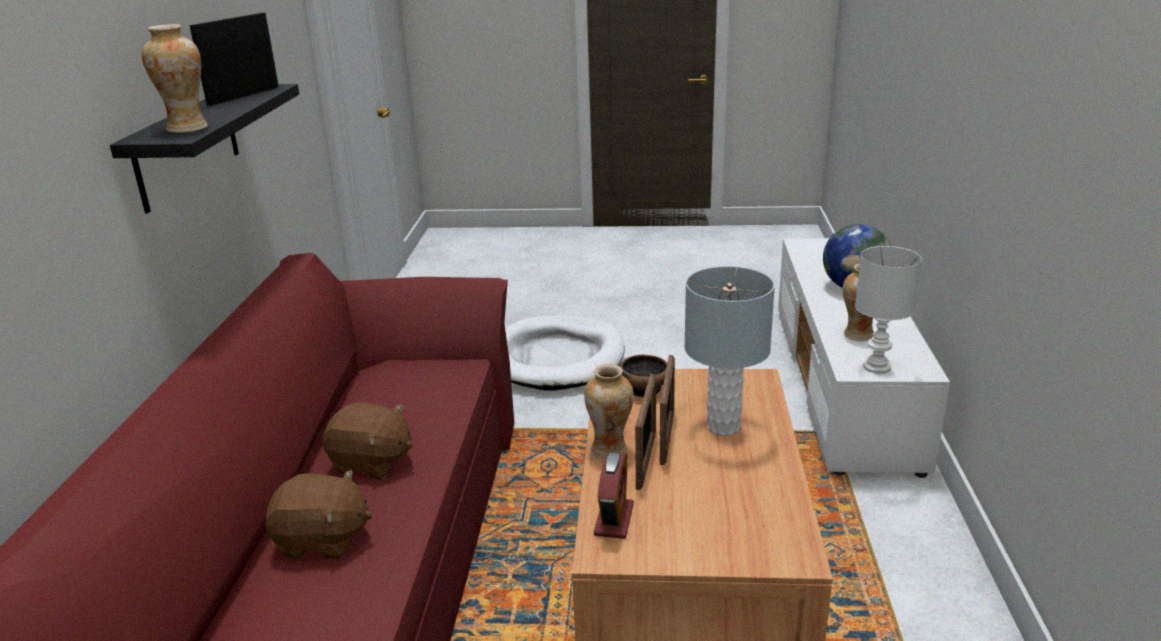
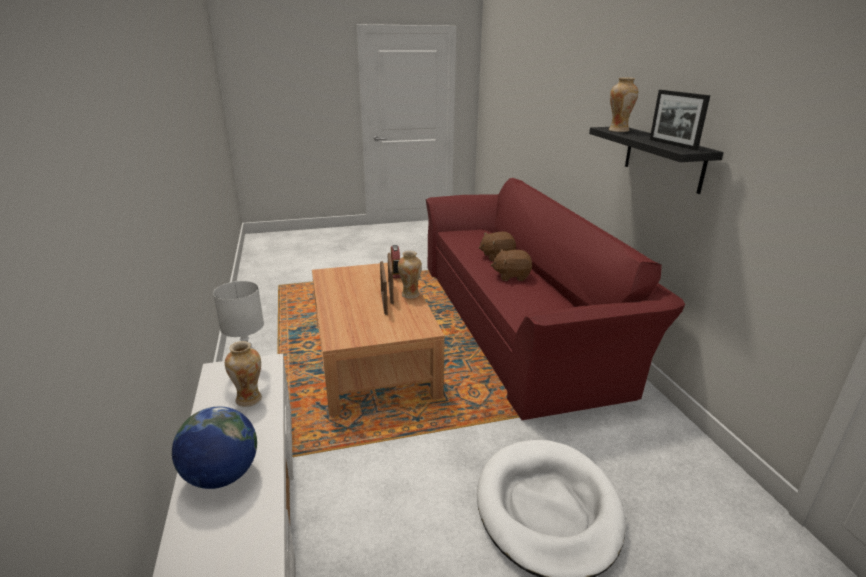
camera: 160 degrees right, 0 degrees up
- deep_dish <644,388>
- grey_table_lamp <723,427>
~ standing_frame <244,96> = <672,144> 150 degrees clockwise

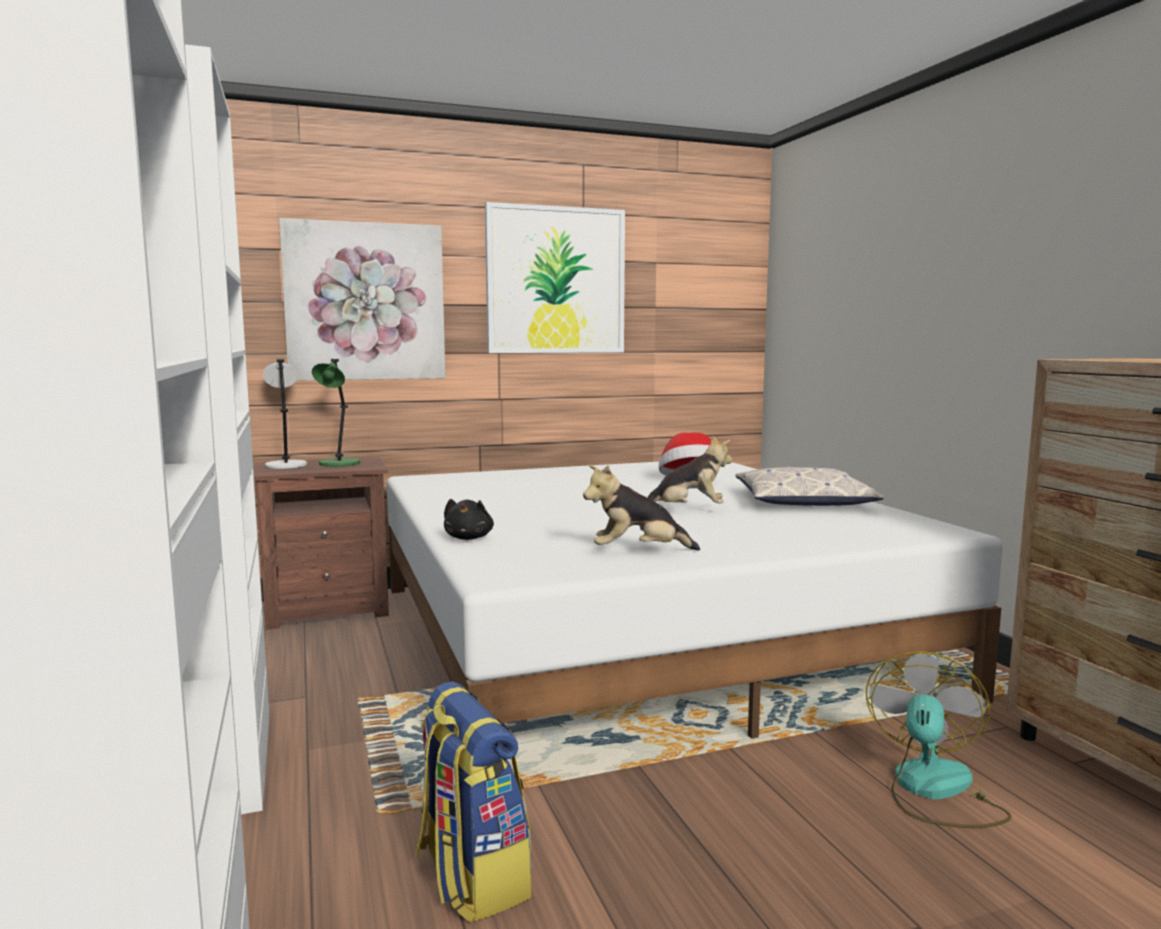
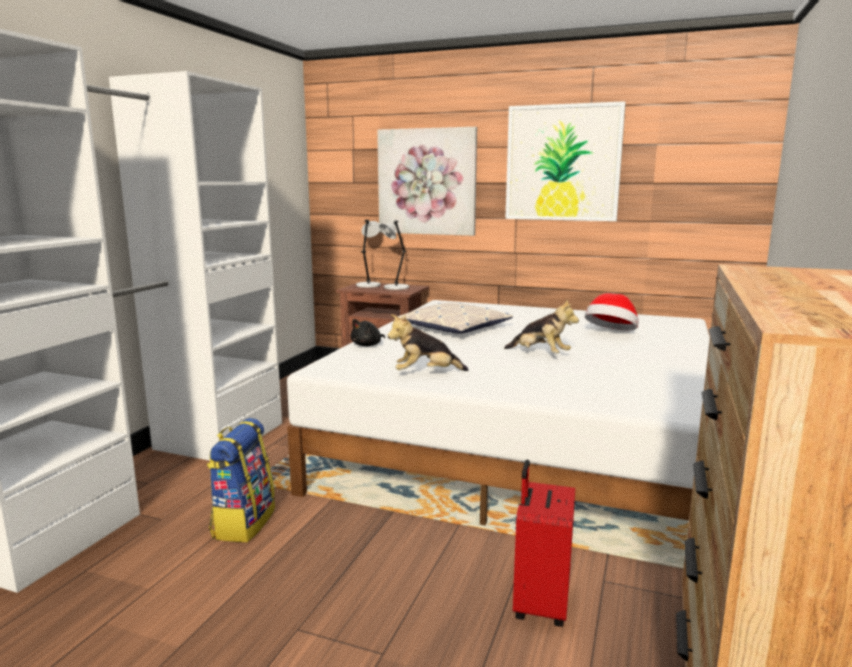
camera: 40 degrees right, 5 degrees up
~ throw_pillow <803,501> to <455,328>
~ electric_fan <933,790> to reddish_travel_case <539,604>
~ green-coloured_table_lamp <338,464> to grey_table_lamp <395,287>
~ plush_toy <638,552> = <426,373> 45 degrees counterclockwise

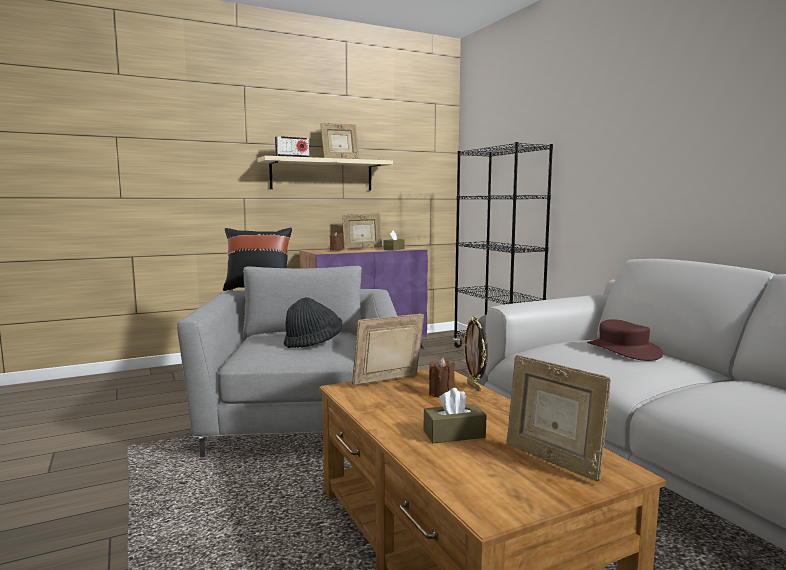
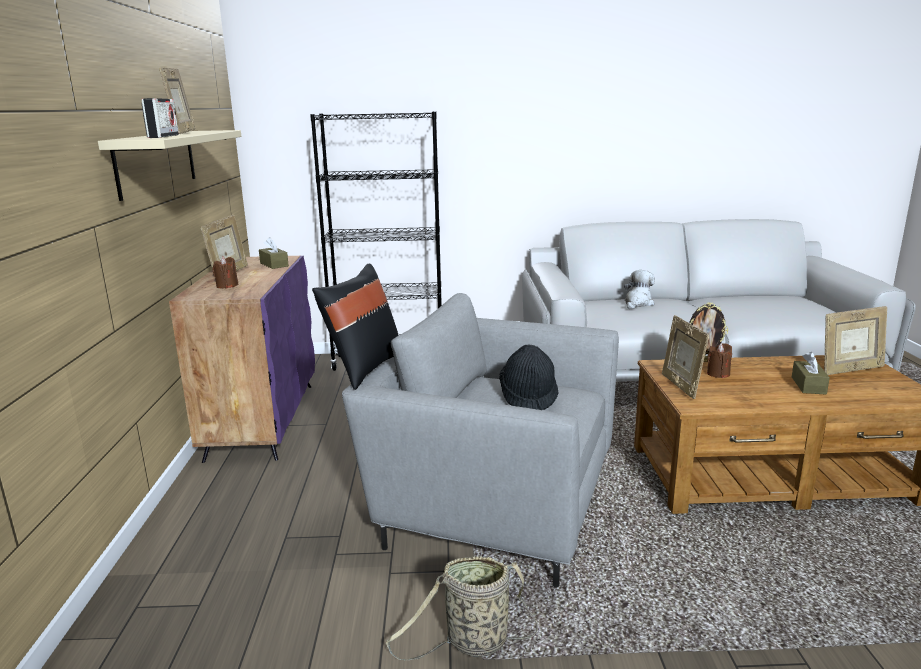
camera: 65 degrees left, 10 degrees up
+ storage_basket <472,643>
~ brown_hat <623,350> to plush_toy <637,303>

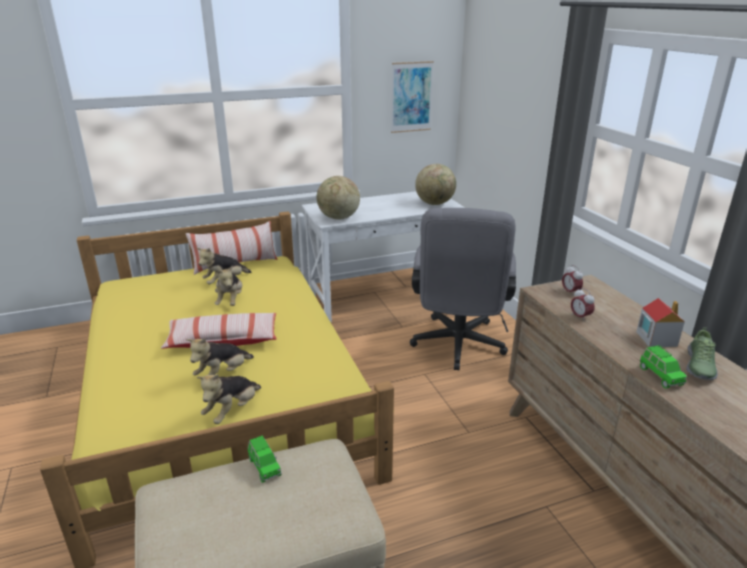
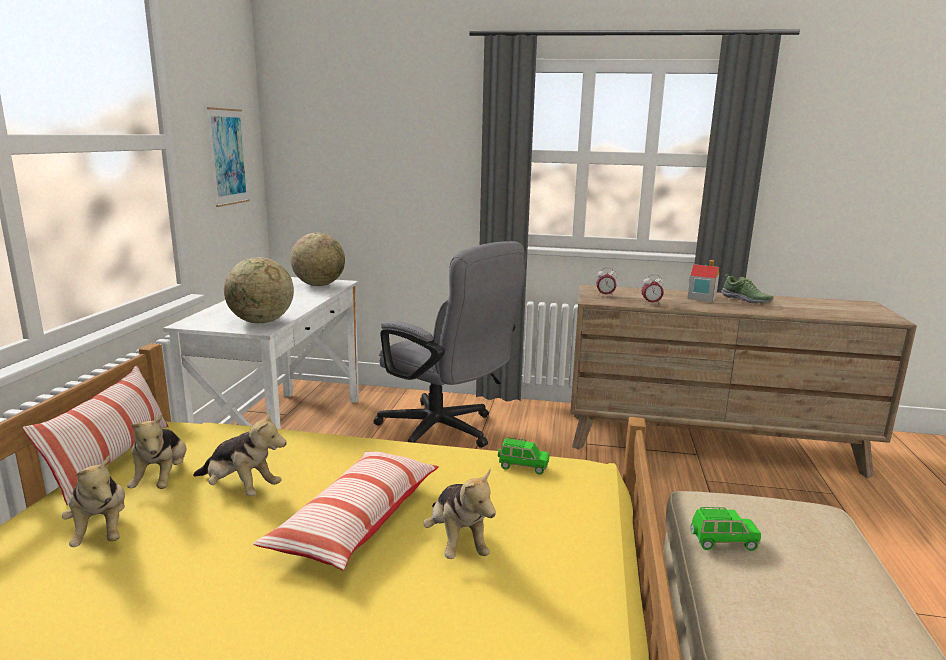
camera: 60 degrees left, 10 degrees down
~ plush_toy <232,411> to <101,531>
~ green-coloured_toy_car <660,376> to <522,466>

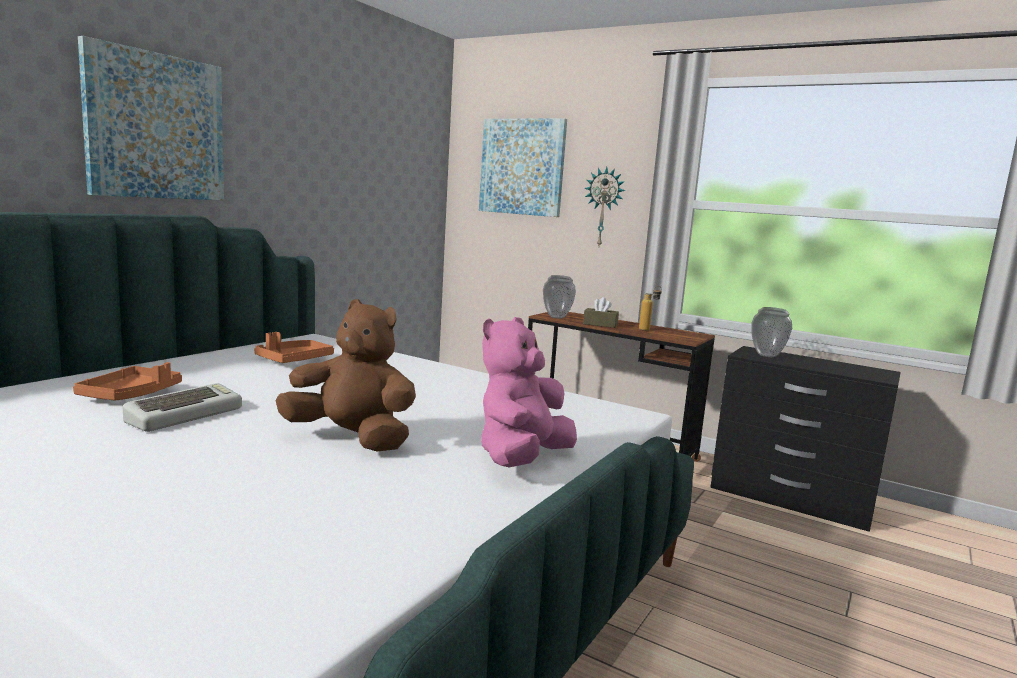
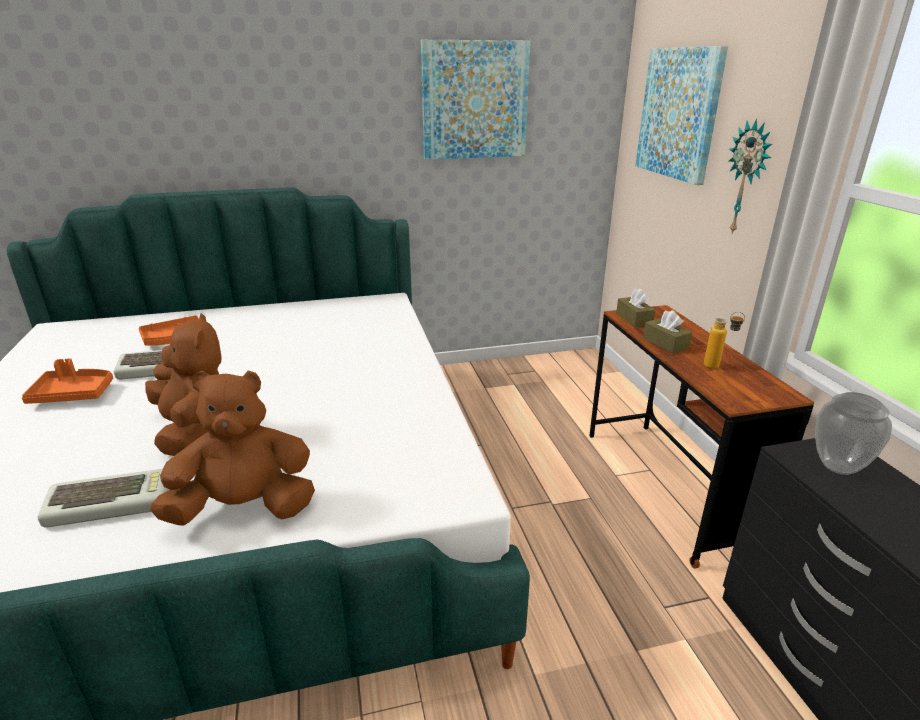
camera: 45 degrees right, 15 degrees up
+ computer_keyboard <113,503>
~ wall_picture <155,126> to <474,100>
~ orangey_serving_tray <294,360> to <73,394>
~ vase <556,317> to brown_box_of_tissues <634,319>
~ pink-coloured_plush_toy <521,458> to brown_plush_toy <245,508>

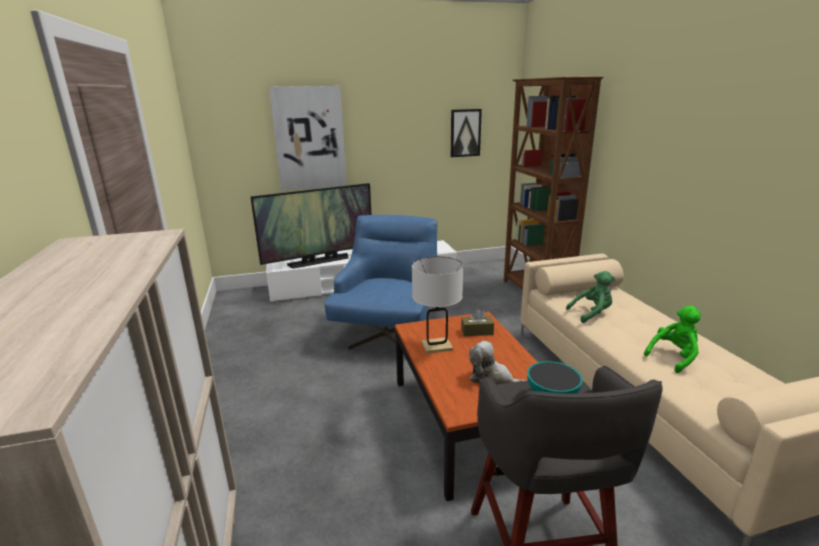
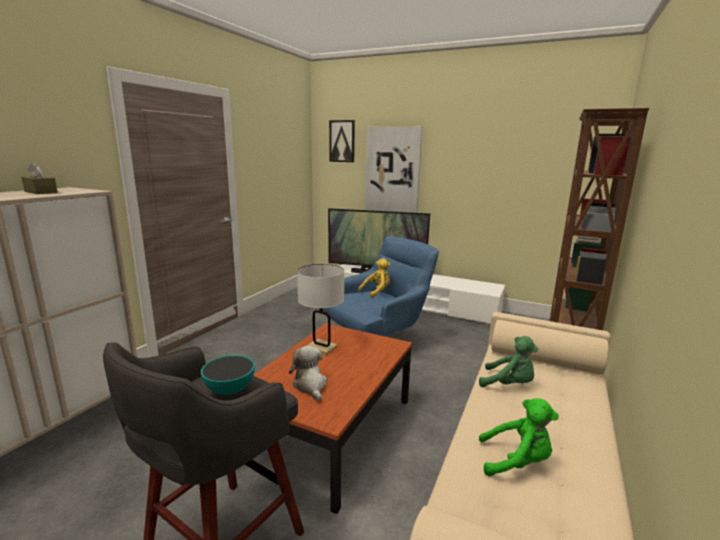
camera: 40 degrees right, 5 degrees down
+ yellow_plush_toy <377,292>
~ wall_picture <465,133> to <342,141>
~ brown_box_of_tissues <477,331> to <41,192>

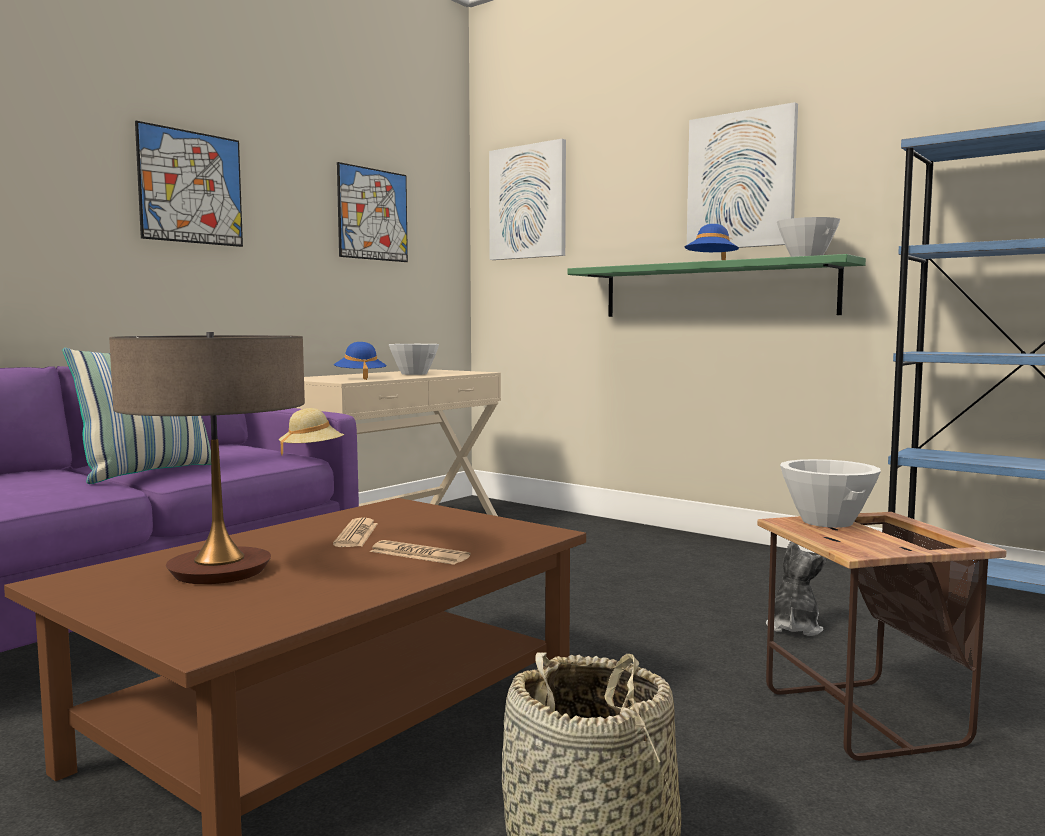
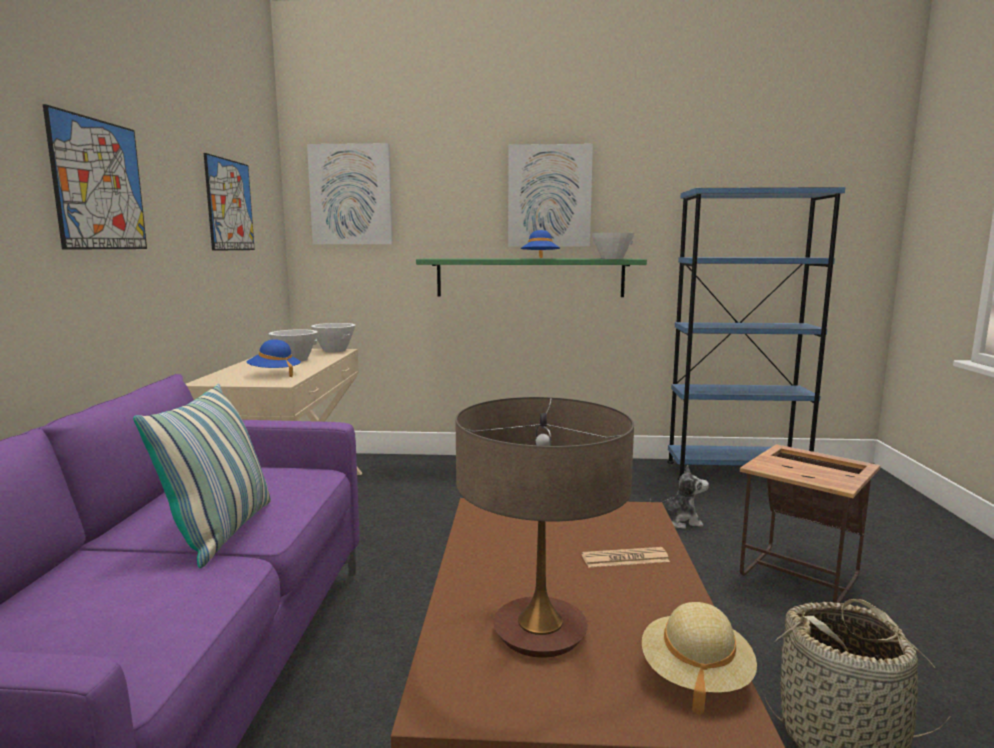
camera: 35 degrees left, 5 degrees up
- printed_paper <356,534>
~ sand-coloured_hat <312,452> to <695,675>
~ white_deep_dish <826,522> to <334,350>
~ plush_toy <793,627> = <679,521> 105 degrees clockwise

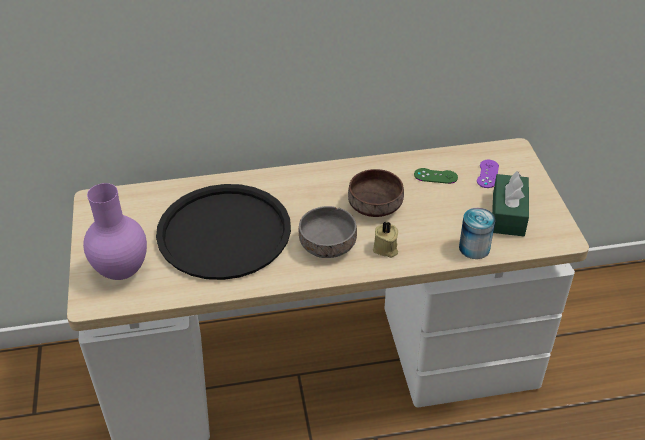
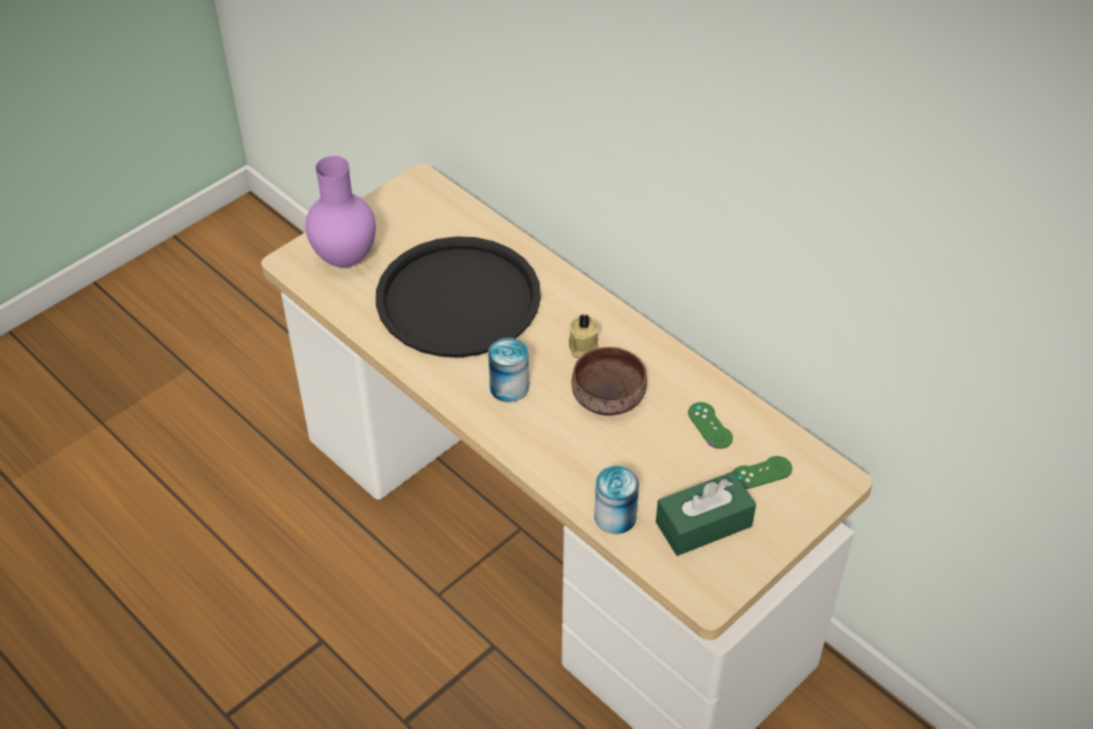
camera: 55 degrees right, 5 degrees up
~ sand-coloured_candle <385,249> to <582,346>
~ grey_deep_dish <326,245> to metal_can <509,387>
~ purplish_gamepad <487,174> to green-coloured_gamepad <761,473>

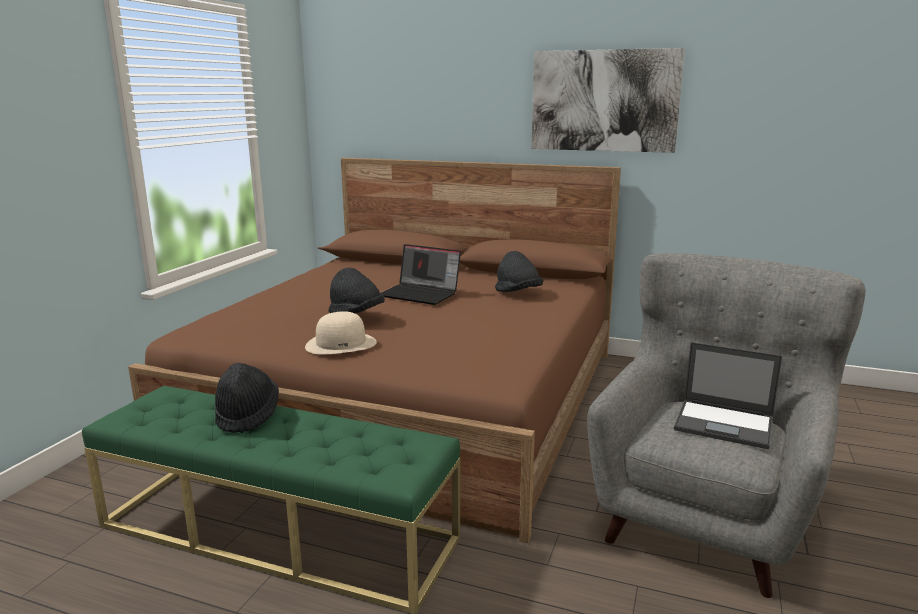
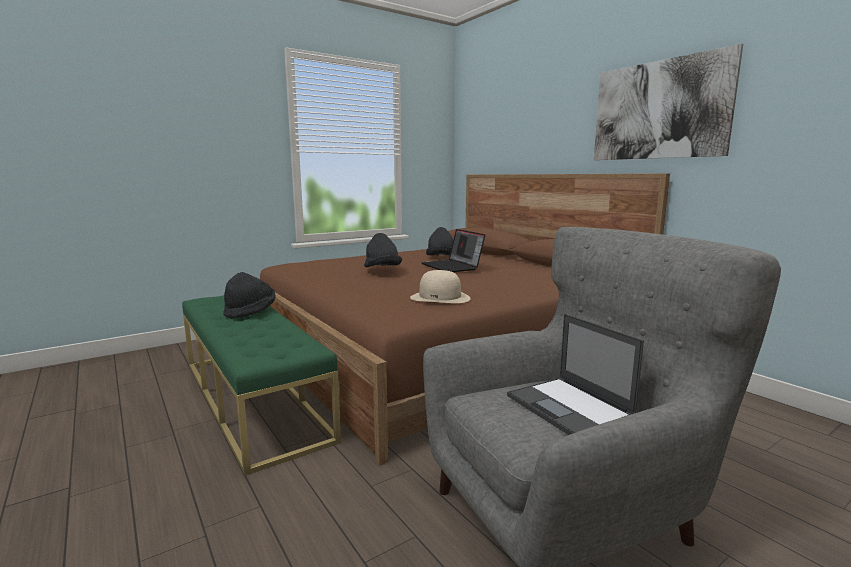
camera: 35 degrees right, 5 degrees down
~ sand-coloured_hat <341,344> to <440,297>
~ black_hat <517,293> to <440,258>

